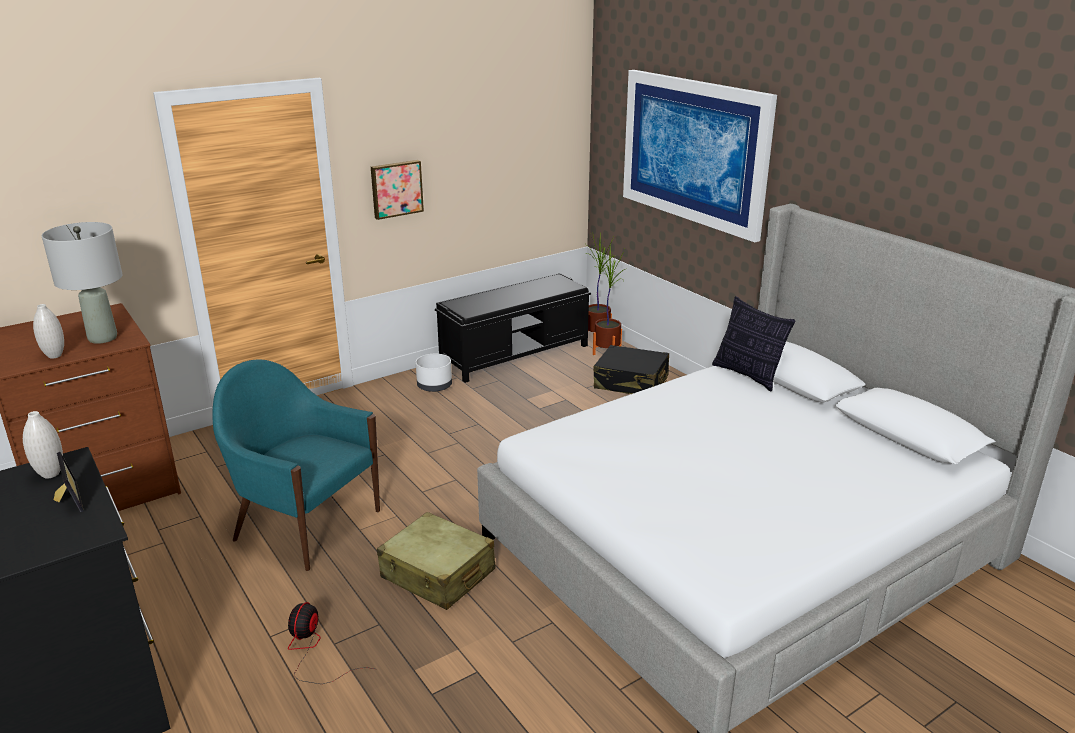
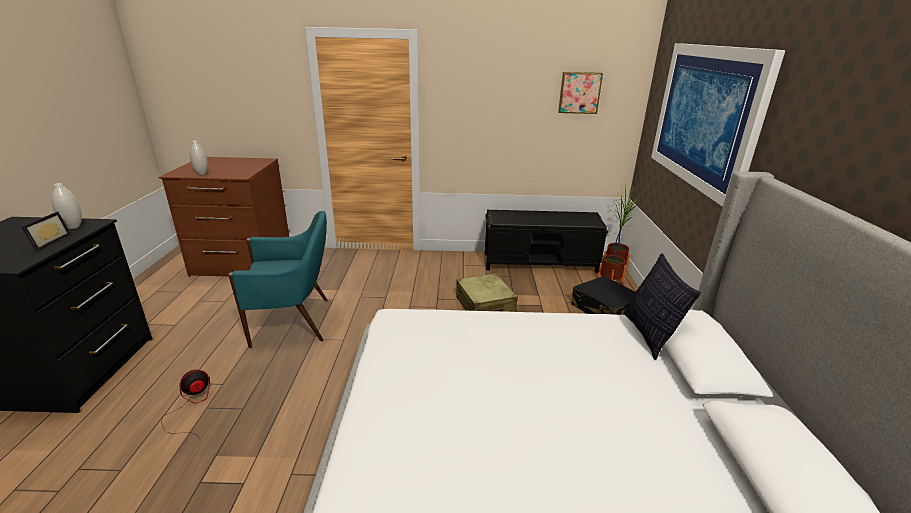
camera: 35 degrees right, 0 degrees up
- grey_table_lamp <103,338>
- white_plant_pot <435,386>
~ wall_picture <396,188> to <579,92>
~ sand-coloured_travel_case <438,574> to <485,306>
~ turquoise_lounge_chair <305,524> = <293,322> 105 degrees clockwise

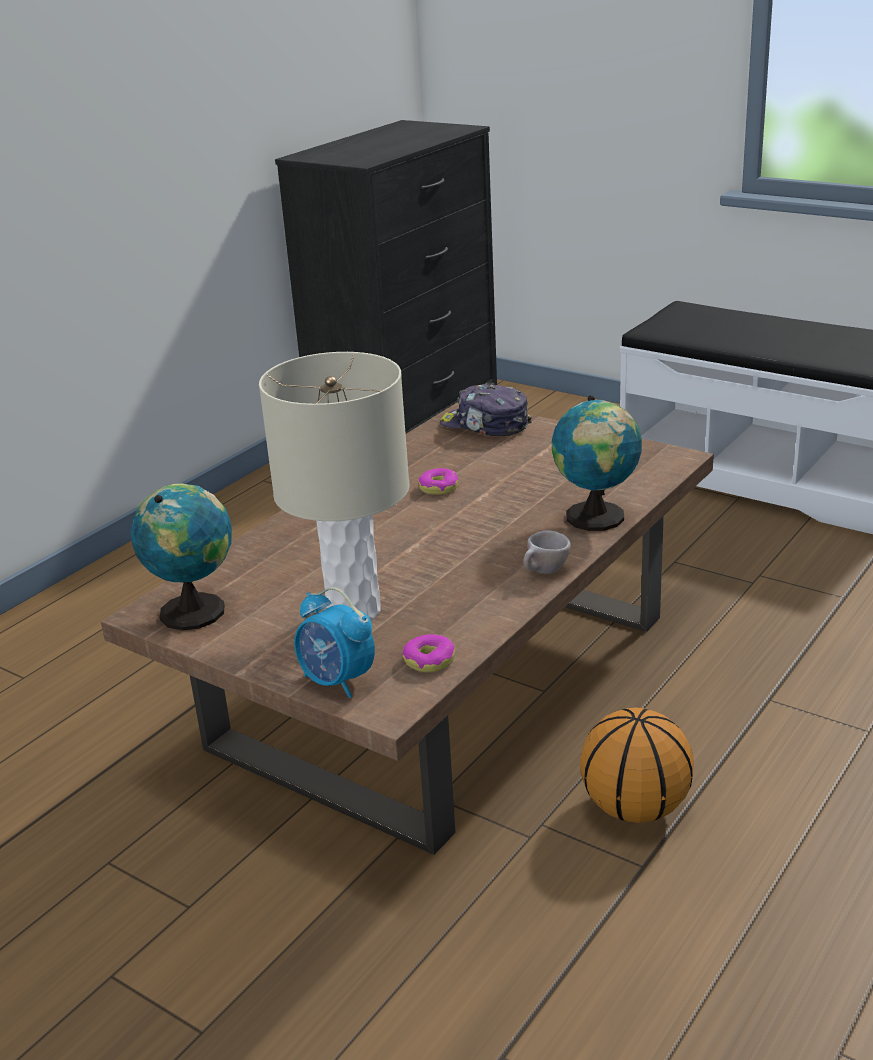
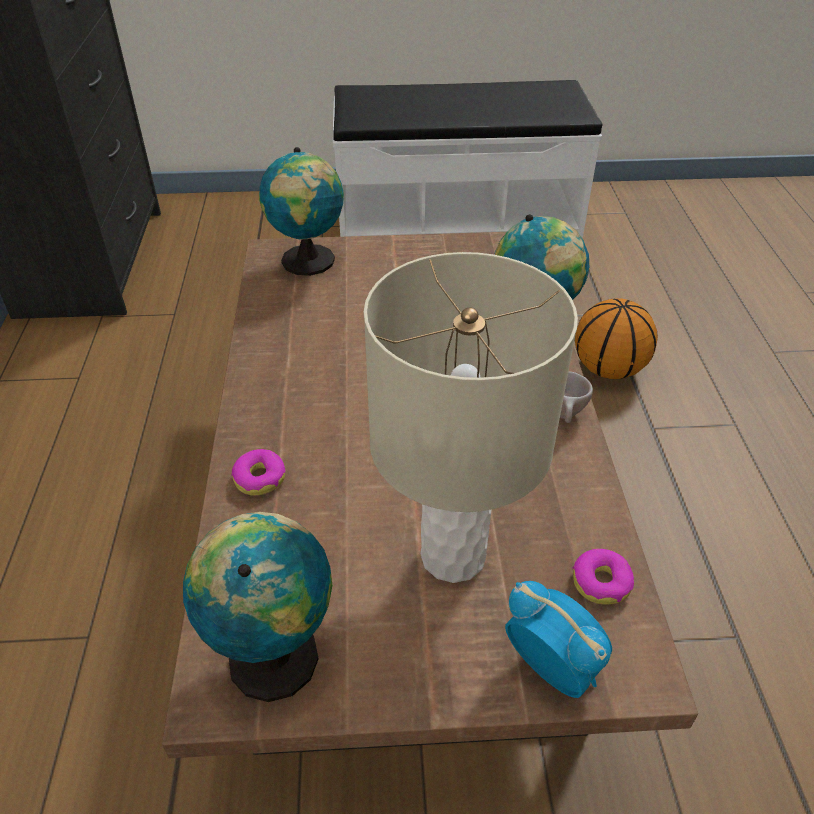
camera: 40 degrees left, 15 degrees up
~ donut <439,488> to <260,478>
~ basketball <636,809> to <609,369>
~ baseball_cap <485,425> to desk_globe <309,263>
~ alarm_clock <337,681> = <551,667> 135 degrees counterclockwise

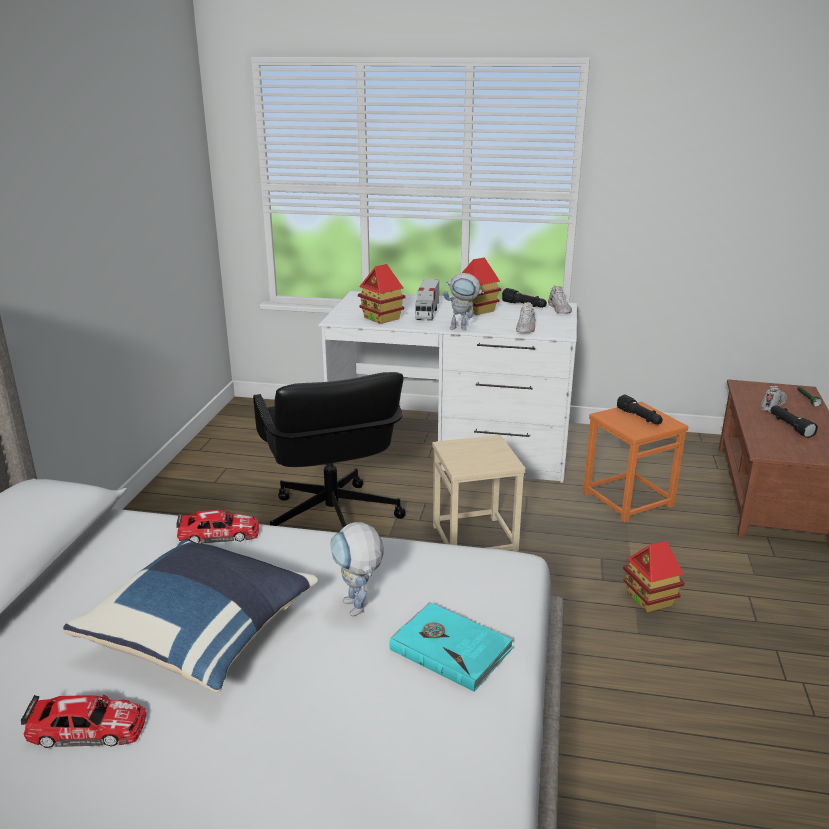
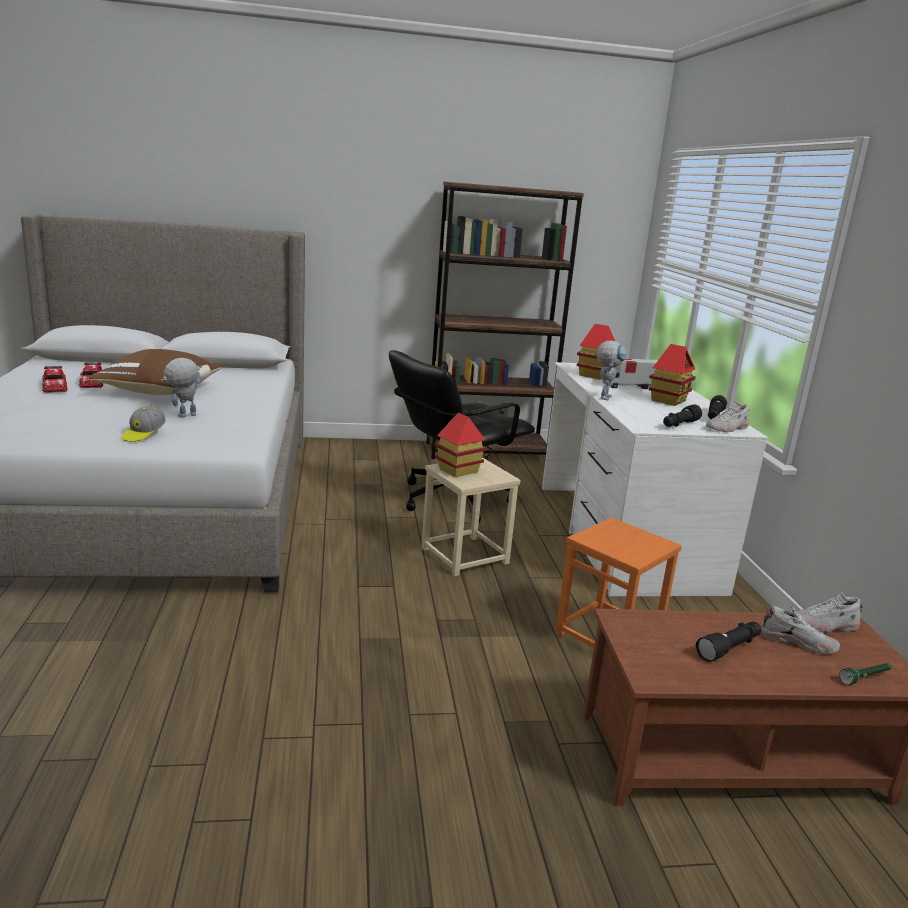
camera: 70 degrees right, 5 degrees down
+ brown_shelving_unit <487,451>
~ toy_car <219,534> to <55,386>
~ white_shoe <526,328> to <824,625>
~ black_flashlight <639,418> to <679,425>
~ toy_house <649,599> to <458,470>
~ turquoise_volume <451,648> to baseball_cap <143,434>
~ blue-coloured_throw_pillow <203,635> to brown_throw_pillow <161,392>
~ toy_robot <463,328> = <604,396> 150 degrees counterclockwise

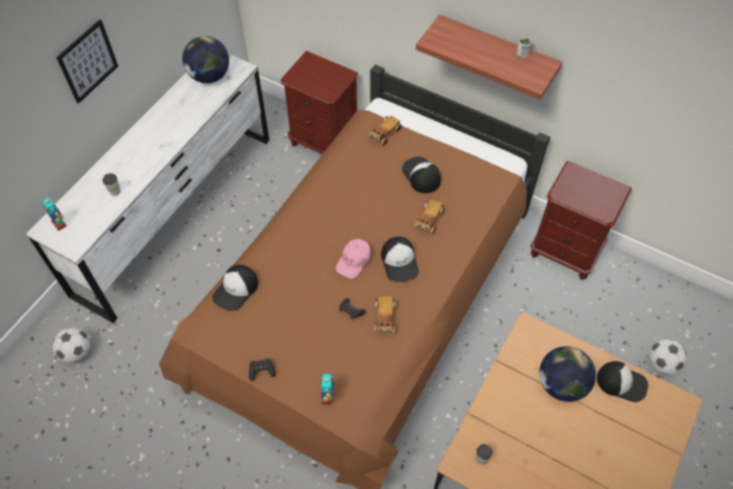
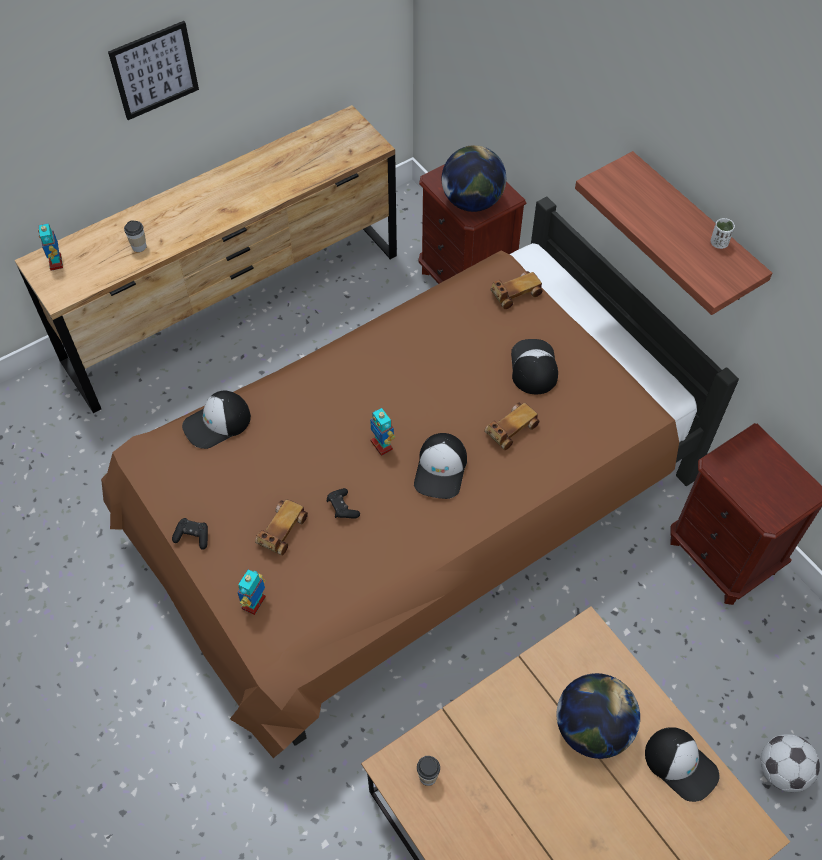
camera: 25 degrees right, 0 degrees up
- football <76,352>
~ desk_globe <209,76> to <472,202>
~ toy_car <384,318> to <281,531>
~ pink-coloured_baseball_cap <354,261> to toy_robot <382,445>
~ white_chest_of_drawers <176,214> to brown_chest_of_drawers <234,307>

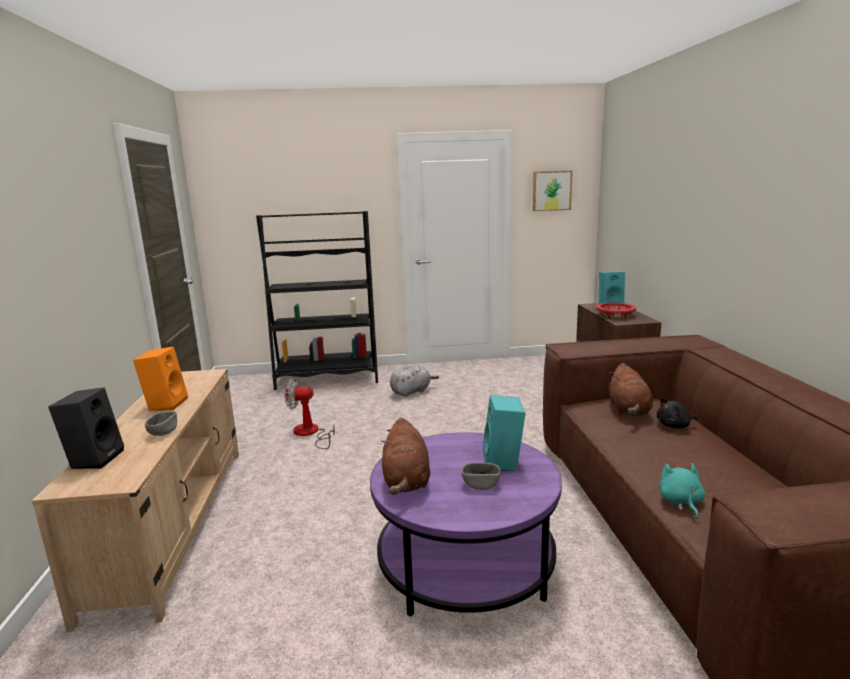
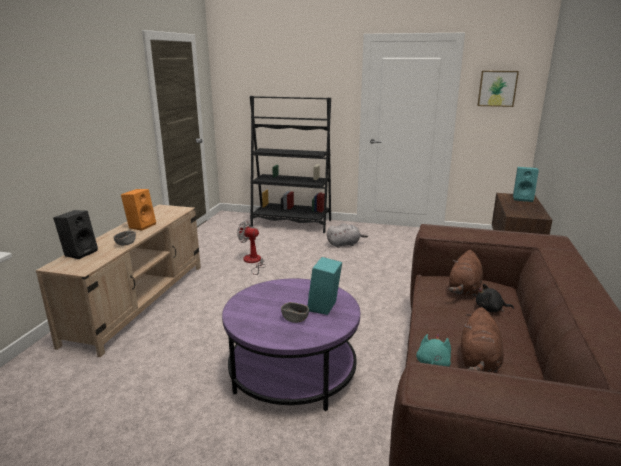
camera: 20 degrees right, 5 degrees up
- reddish_deep_dish <615,315>
~ brown_plush_toy <406,481> to <479,361>

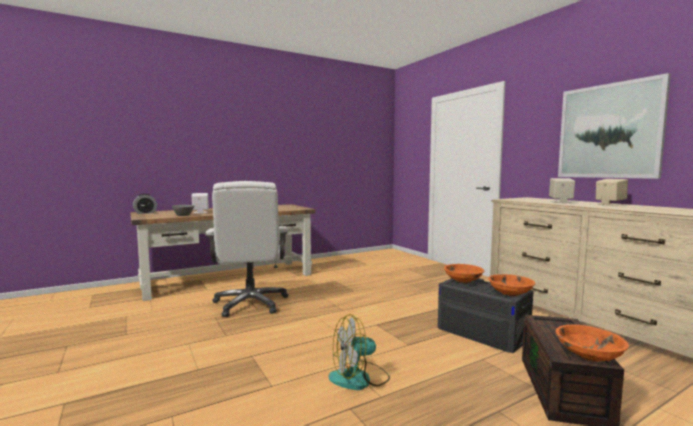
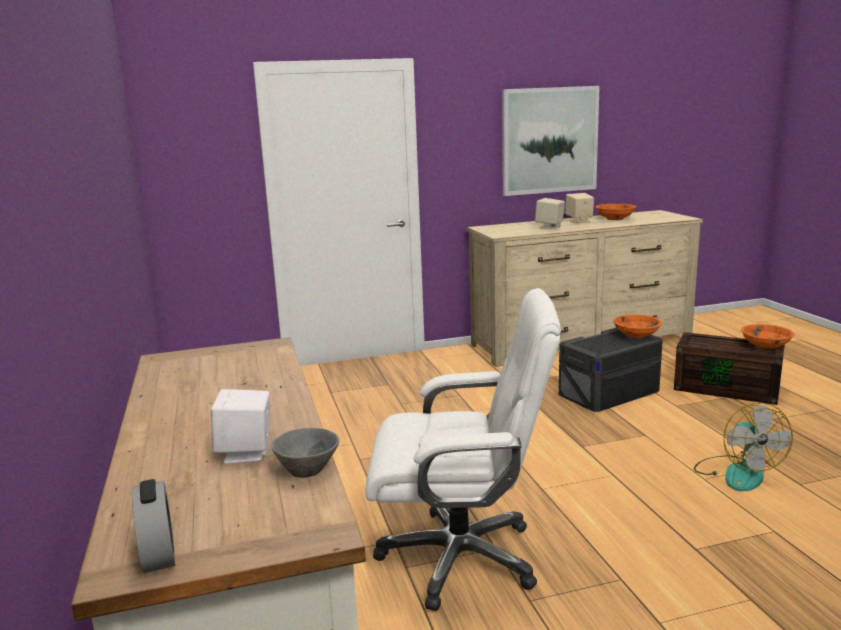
camera: 75 degrees left, 10 degrees up
~ orangey_deep_dish <463,280> to <615,219>

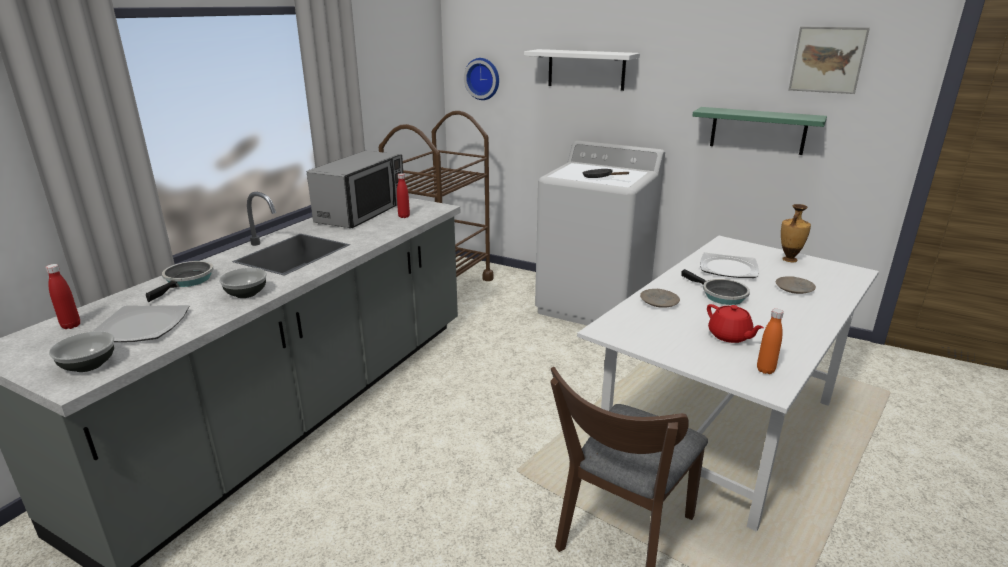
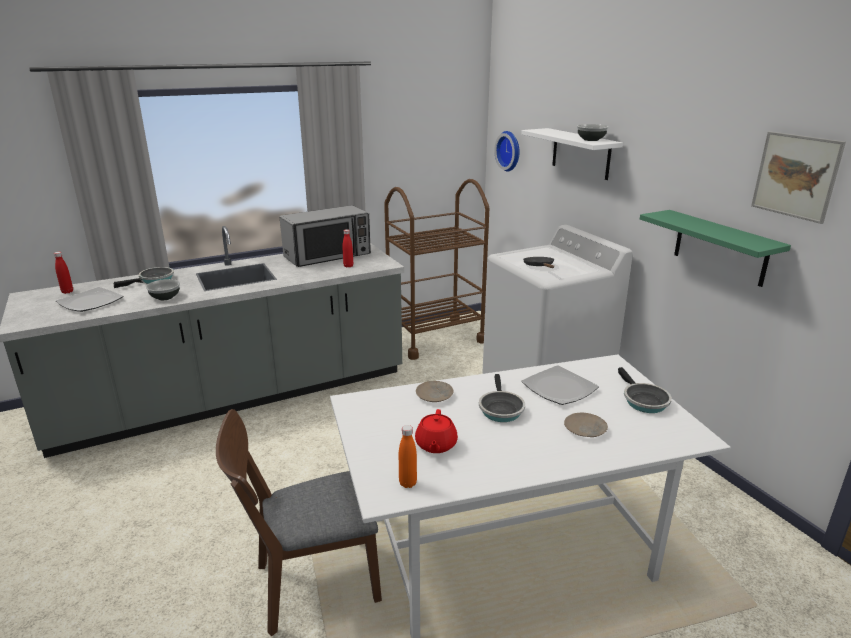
camera: 35 degrees right, 0 degrees up
~ deep_dish <89,365> to <591,140>
~ vase <789,260> to skillet <643,400>

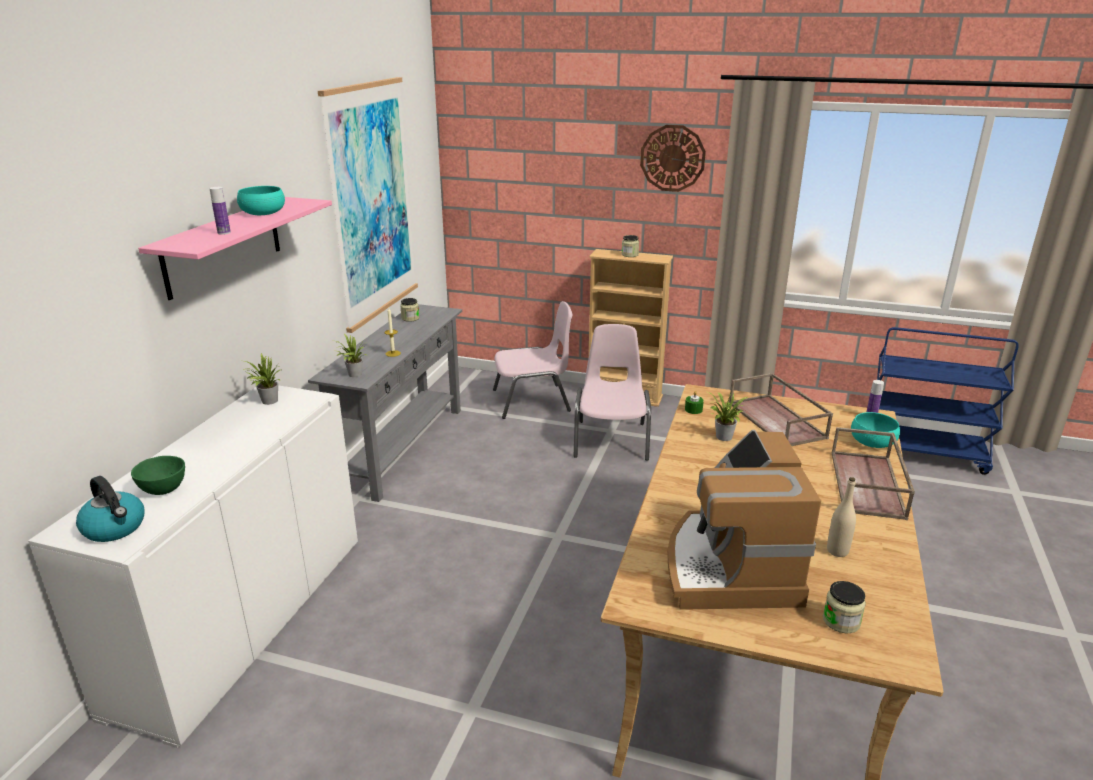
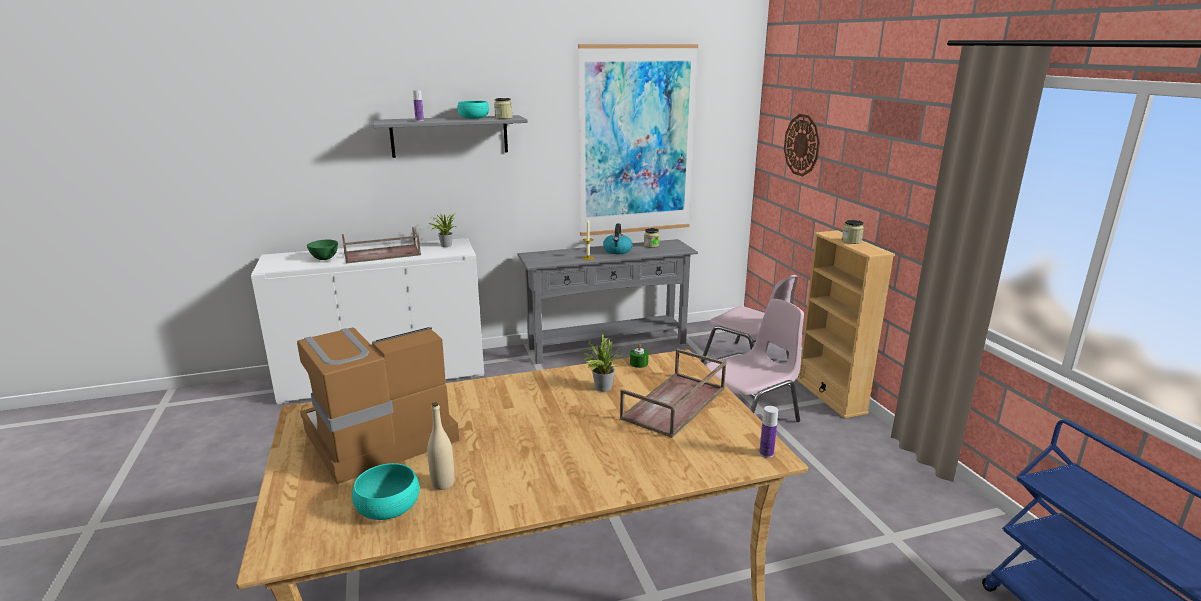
camera: 55 degrees right, 5 degrees down
- plant_in_a_pot <353,375>
~ water_kettle <115,528> to <617,251>
~ clock_on_the_wall <672,158> to <802,145>
~ preserve_jar <841,621> to <503,118>
~ brown_serving_tray <868,485> to <381,254>
~ turquoise_deep_dish <872,441> to <388,507>
~ pink-coloured_bracket_shelf <223,246> to grey_bracket_shelf <450,136>

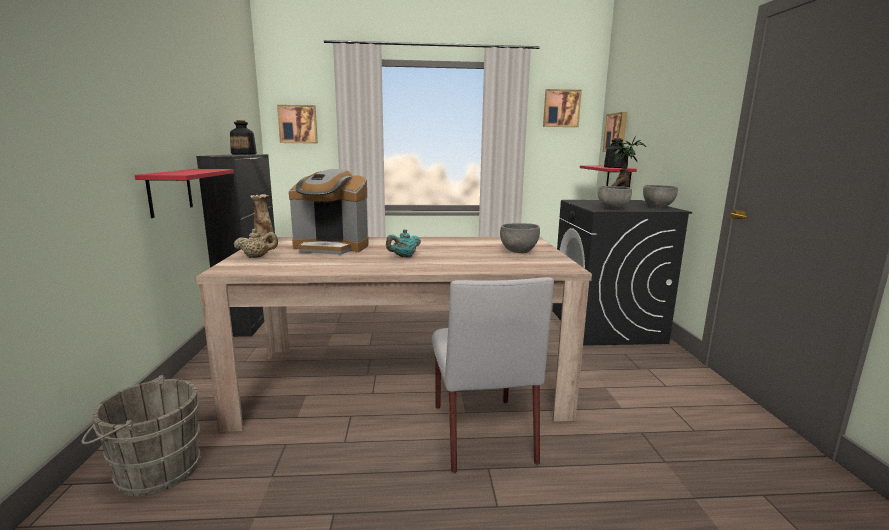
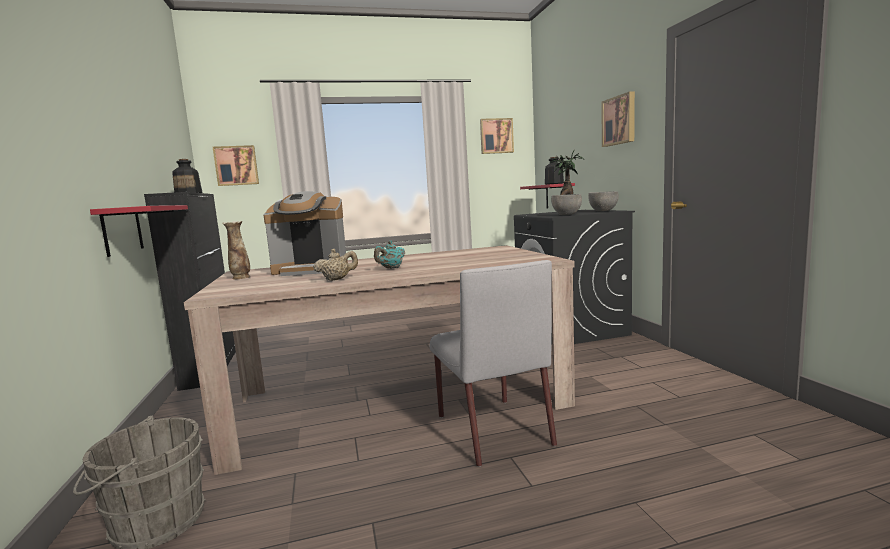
camera: 10 degrees left, 5 degrees down
- grey_deep_dish <518,251>
~ sand-coloured_tea_pot <257,257> to <337,279>
~ wall_picture <616,133> to <619,120>

